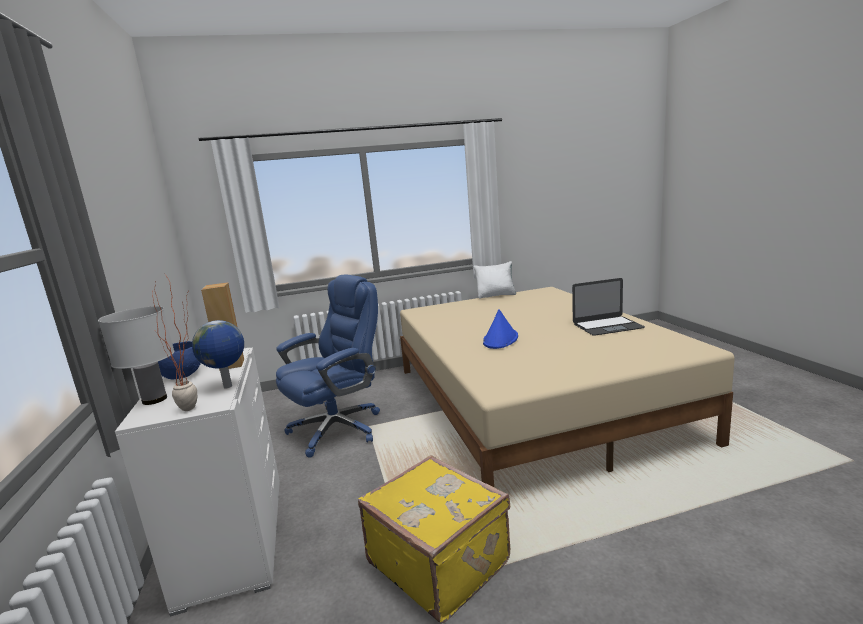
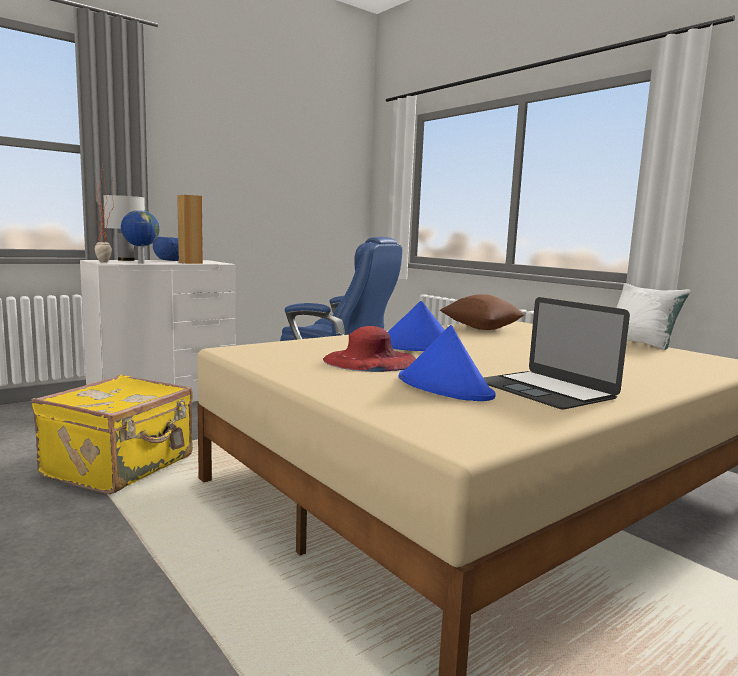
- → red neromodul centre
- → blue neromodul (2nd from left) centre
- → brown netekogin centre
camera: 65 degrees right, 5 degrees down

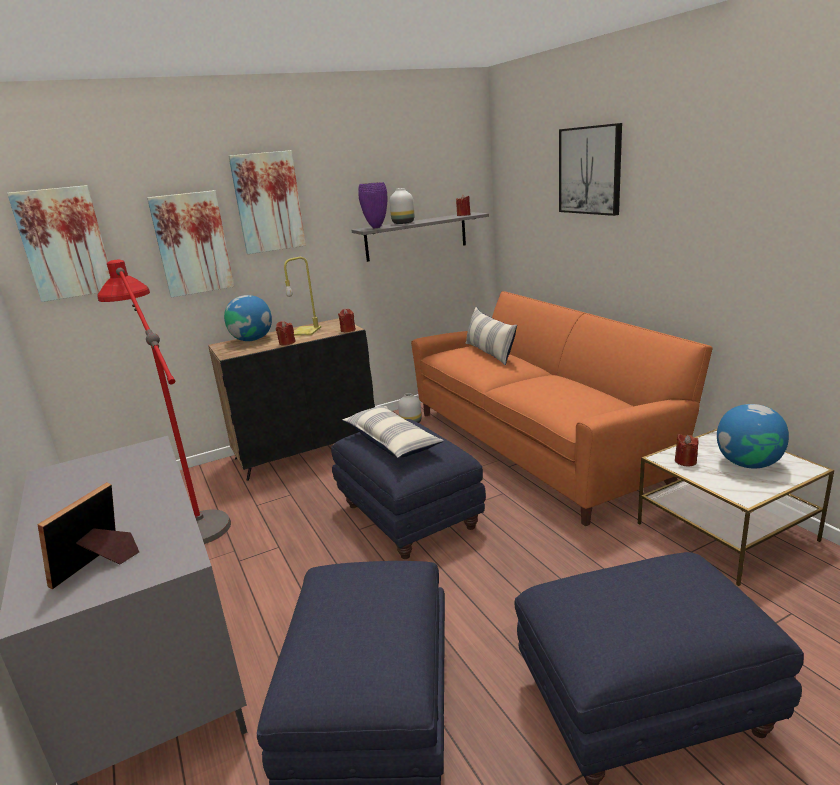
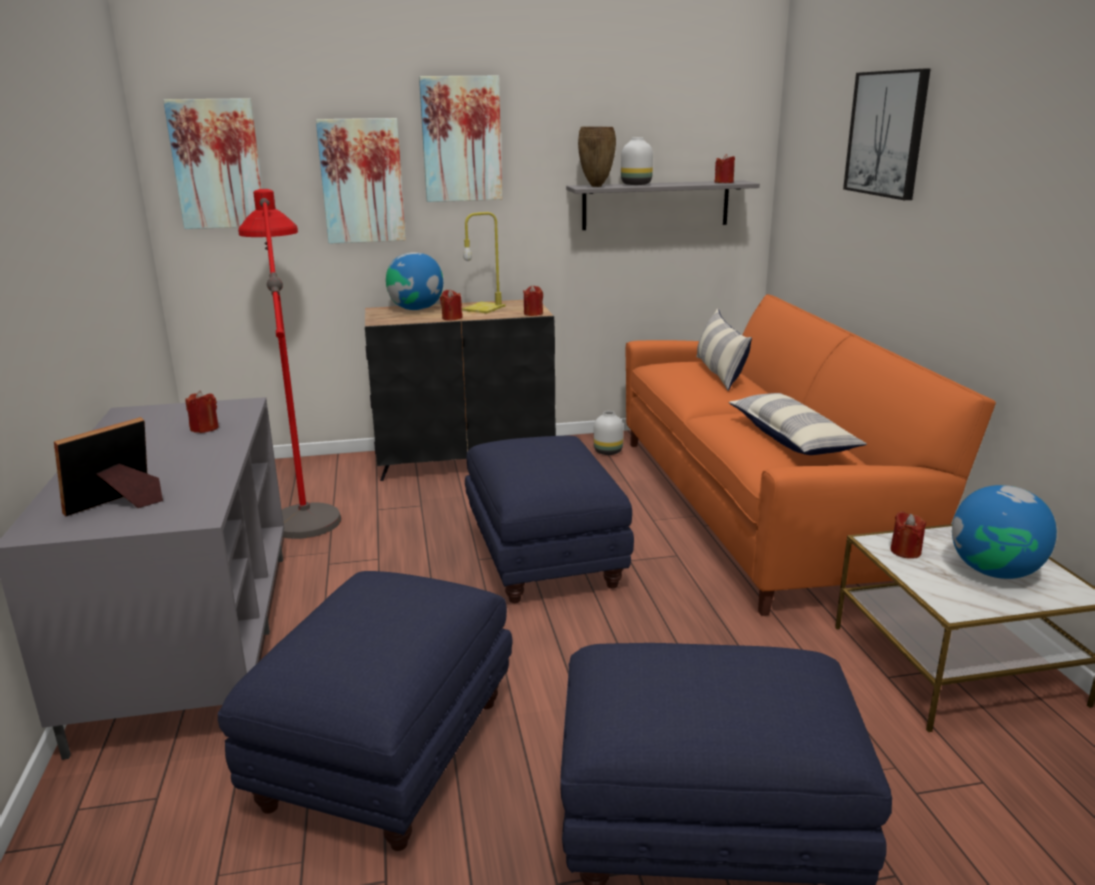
- → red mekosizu (1st from left) middle left
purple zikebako top centre → brown zikebako top centre
netekogin (1st from left in the first image) centre → netekogin (2nd from left) middle right, move
camera: 15 degrees right, 0 degrees up

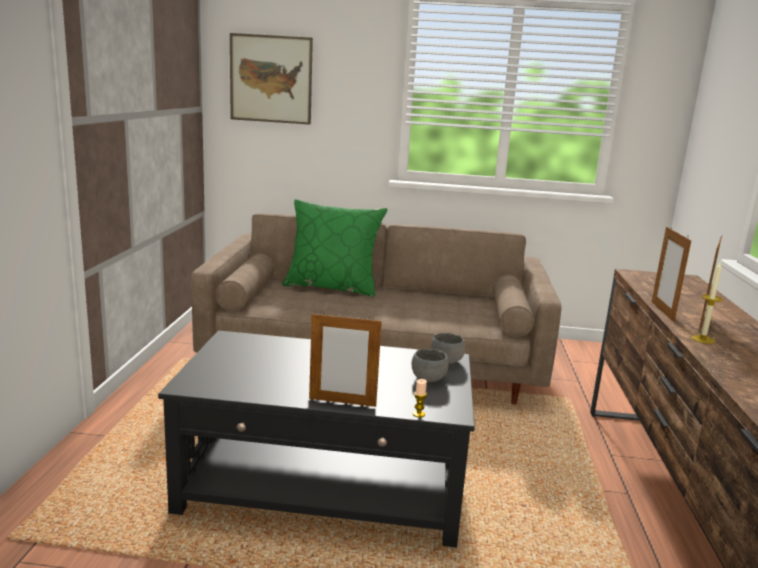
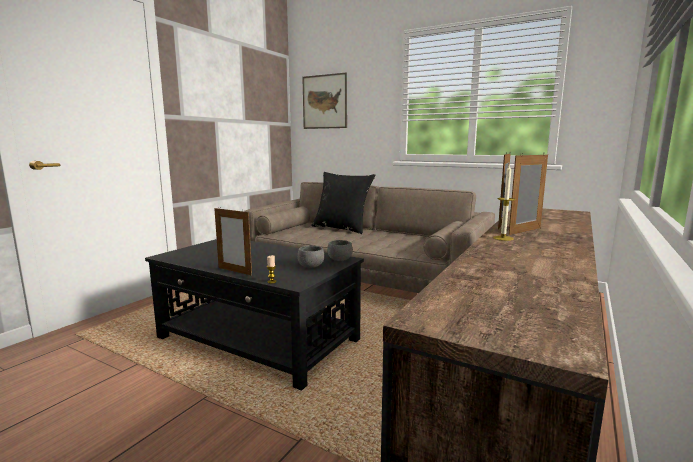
green netekogin centre → black netekogin centre
camera: 25 degrees right, 5 degrees down

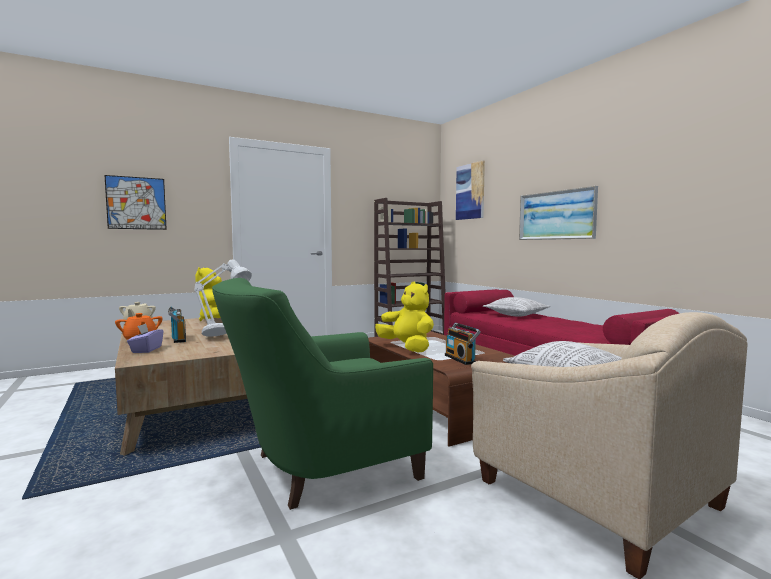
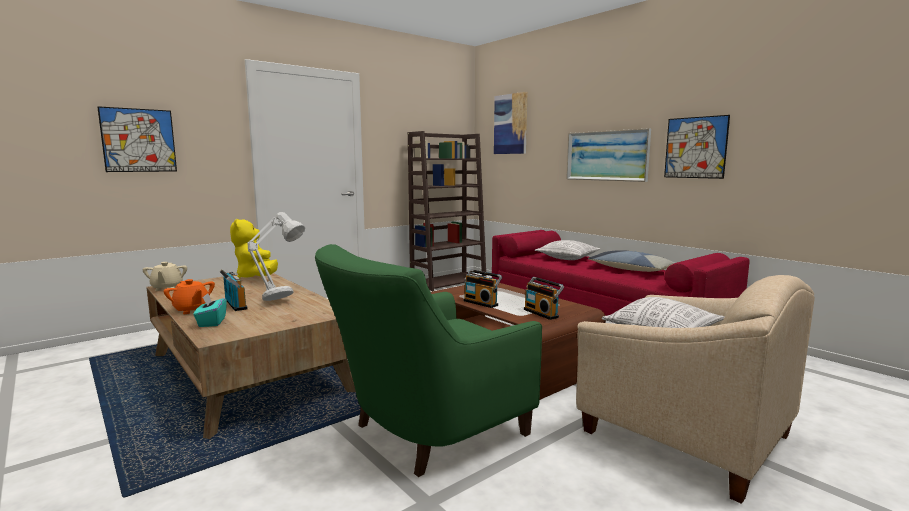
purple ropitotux middle left → turquoise ropitotux middle left
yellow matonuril (2nd from left) centre → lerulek (2nd from left) centre
- → netekogin (2nd from left) middle right
- → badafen (4th from left) top right
camera: 10 degrees left, 5 degrees up

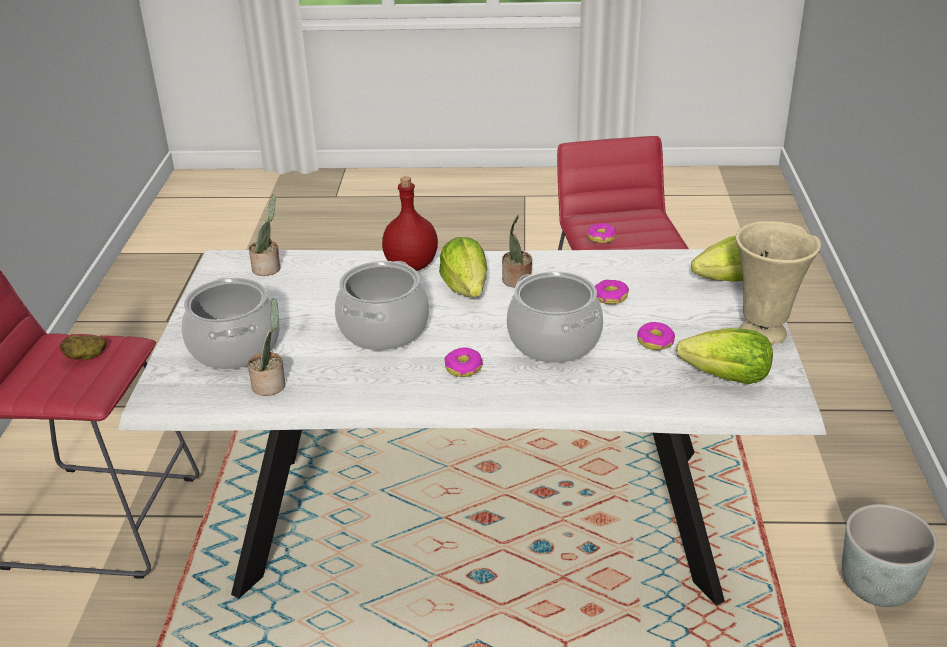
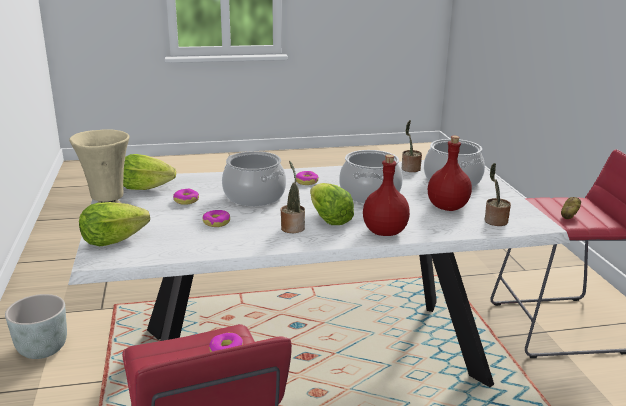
- → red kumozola (2nd from left) middle right
camera: 165 degrees right, 10 degrees down

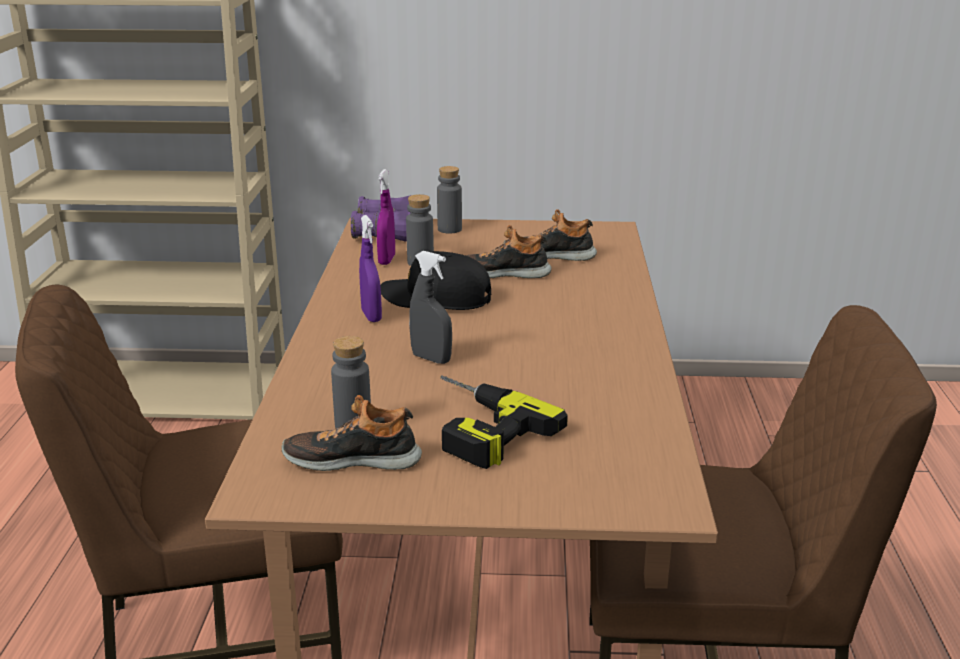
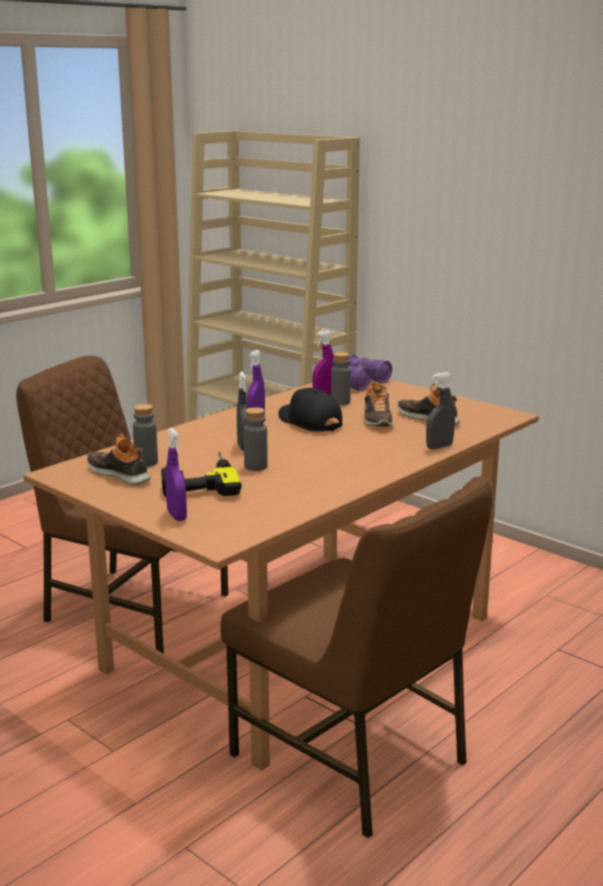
- → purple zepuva (1st from left) middle left
grey kumozola (3rd from left in the first image) top centre → grey kumozola (2nd from left) centre, move
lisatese (2nd from left) centre, 135 degrees counterclockwise
- → grey zepuva (2nd from left) middle right
camera: 40 degrees right, 5 degrees down

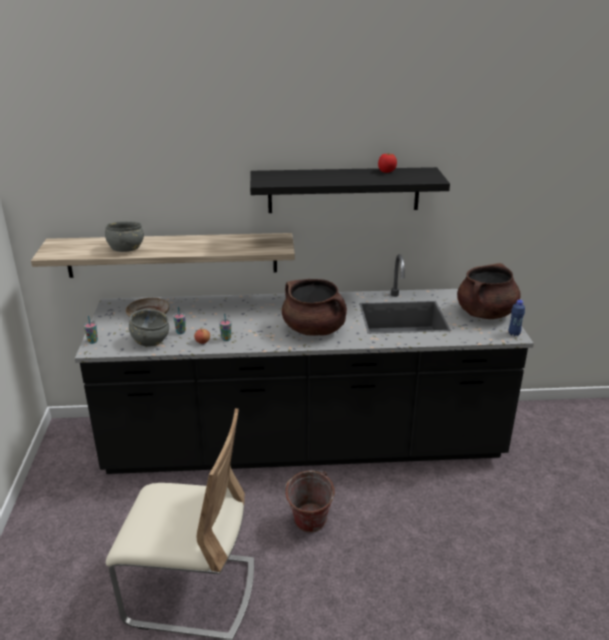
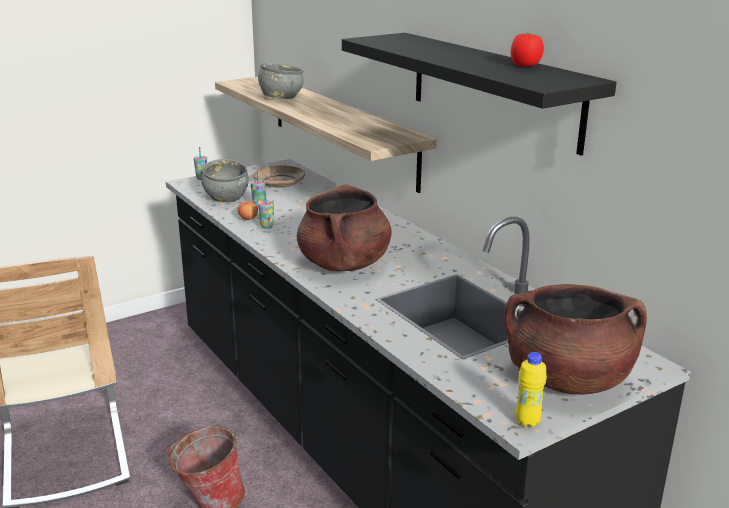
blue kumozola middle right → yellow kumozola bottom right
camera: 60 degrees right, 5 degrees down

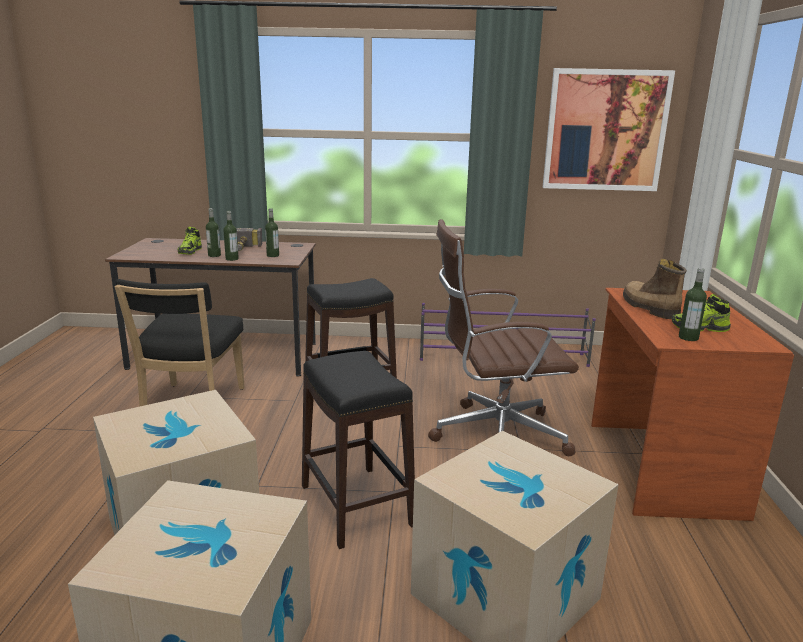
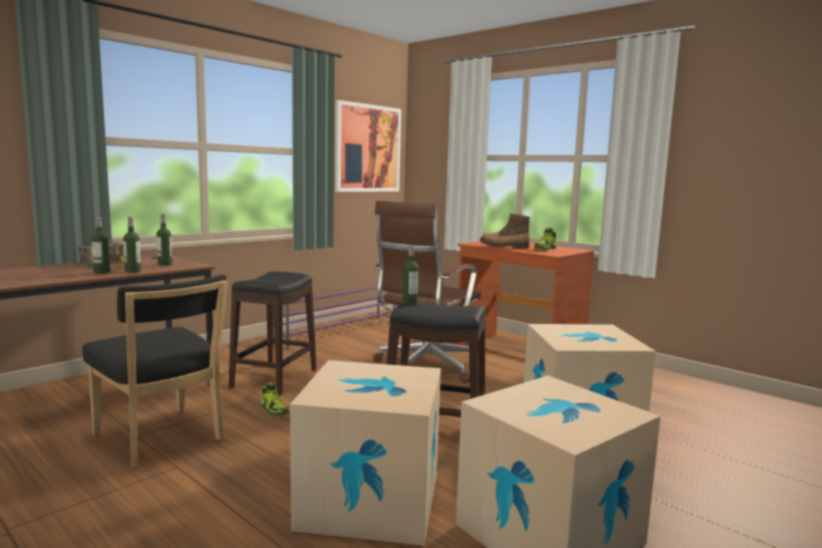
lisatese (1st from left) middle left → lisatese (1st from left) bottom centre, move
kumozola (4th from left) middle right → kumozola (4th from left) centre, move
camera: 50 degrees left, 10 degrees down

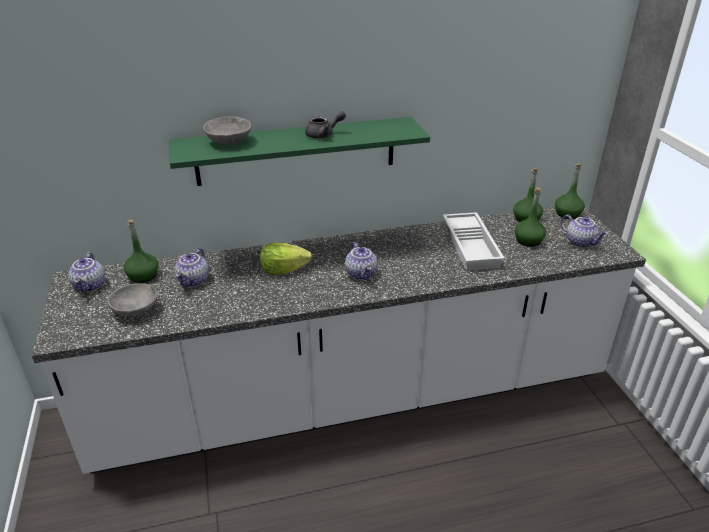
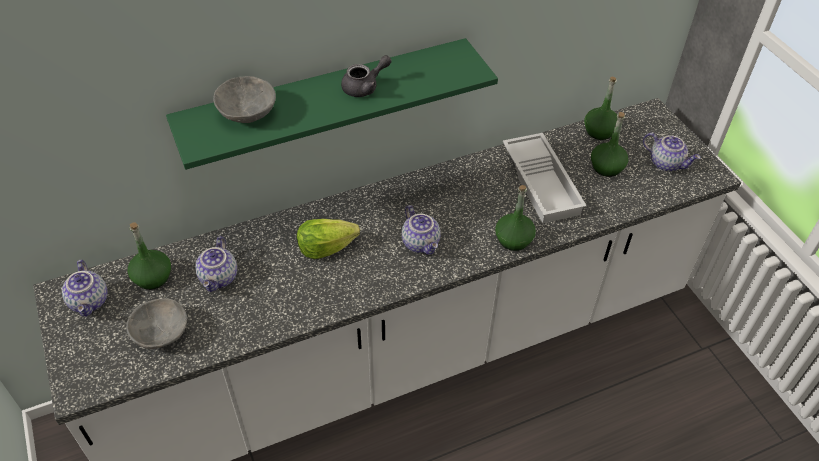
green kumozola (4th from left in the first image) middle right → green kumozola (2nd from left) centre, move
camera: 10 degrees left, 15 degrees up

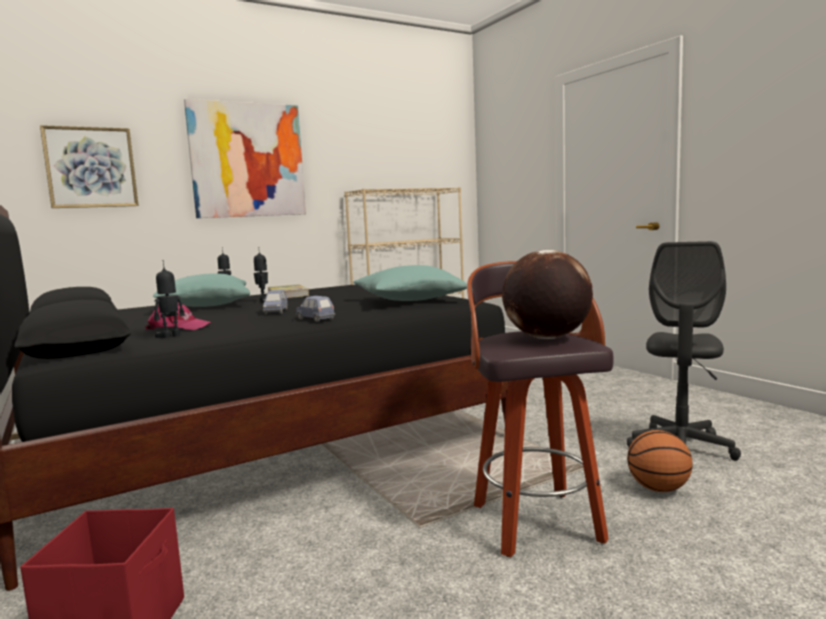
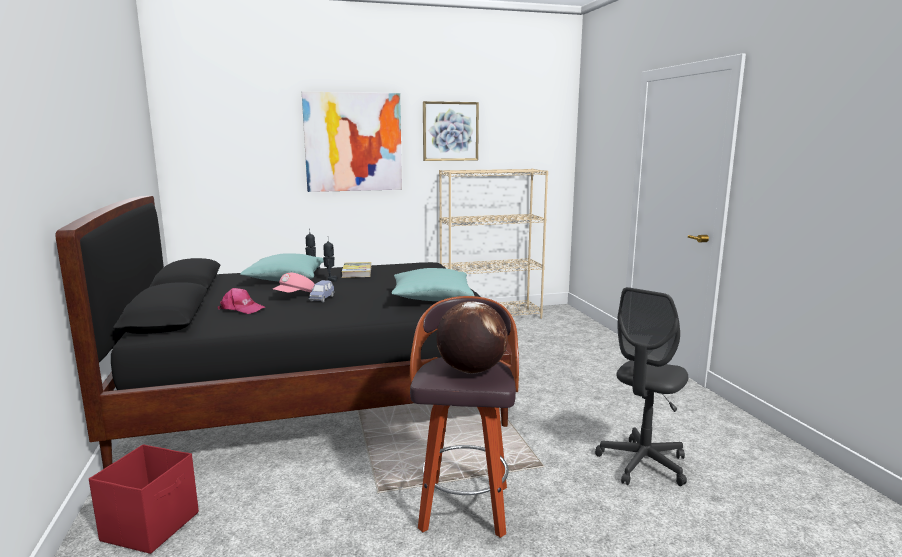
- → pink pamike (2nd from left) middle left
badafen (1st from left in the first image) top left → badafen (2nd from left) top centre, move
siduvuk (1st from left) middle left → -
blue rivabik (2nd from left) centre → -
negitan bottom right → -
camera: 15 degrees right, 5 degrees up

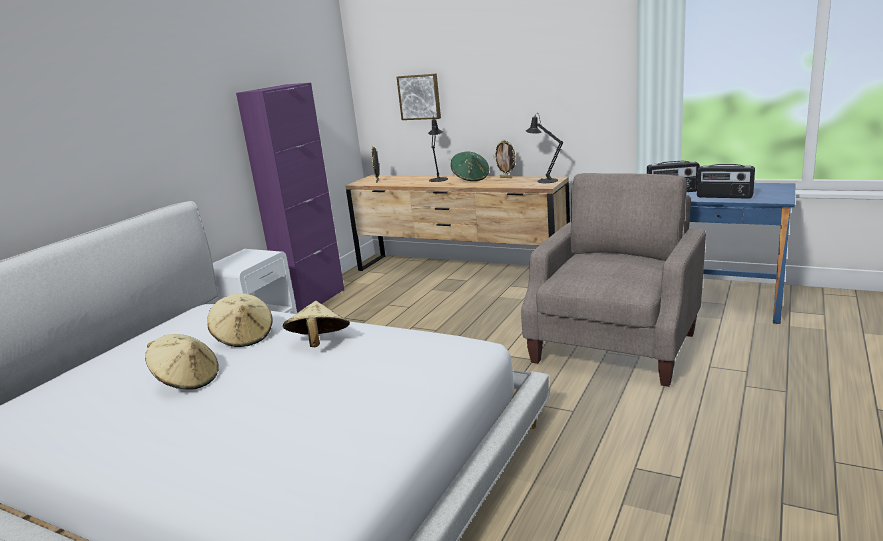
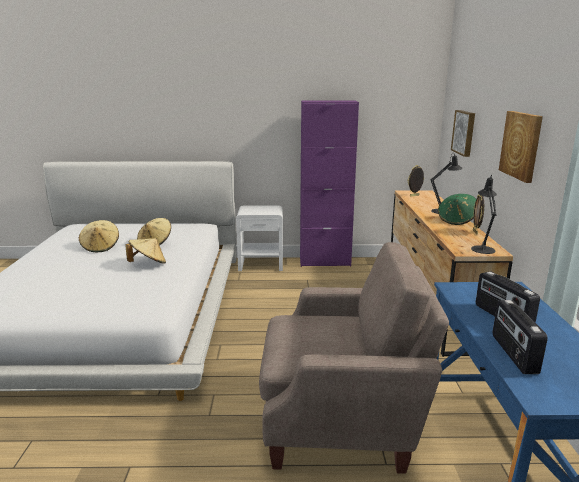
- → badafen (2nd from left) top right
camera: 60 degrees right, 0 degrees up

